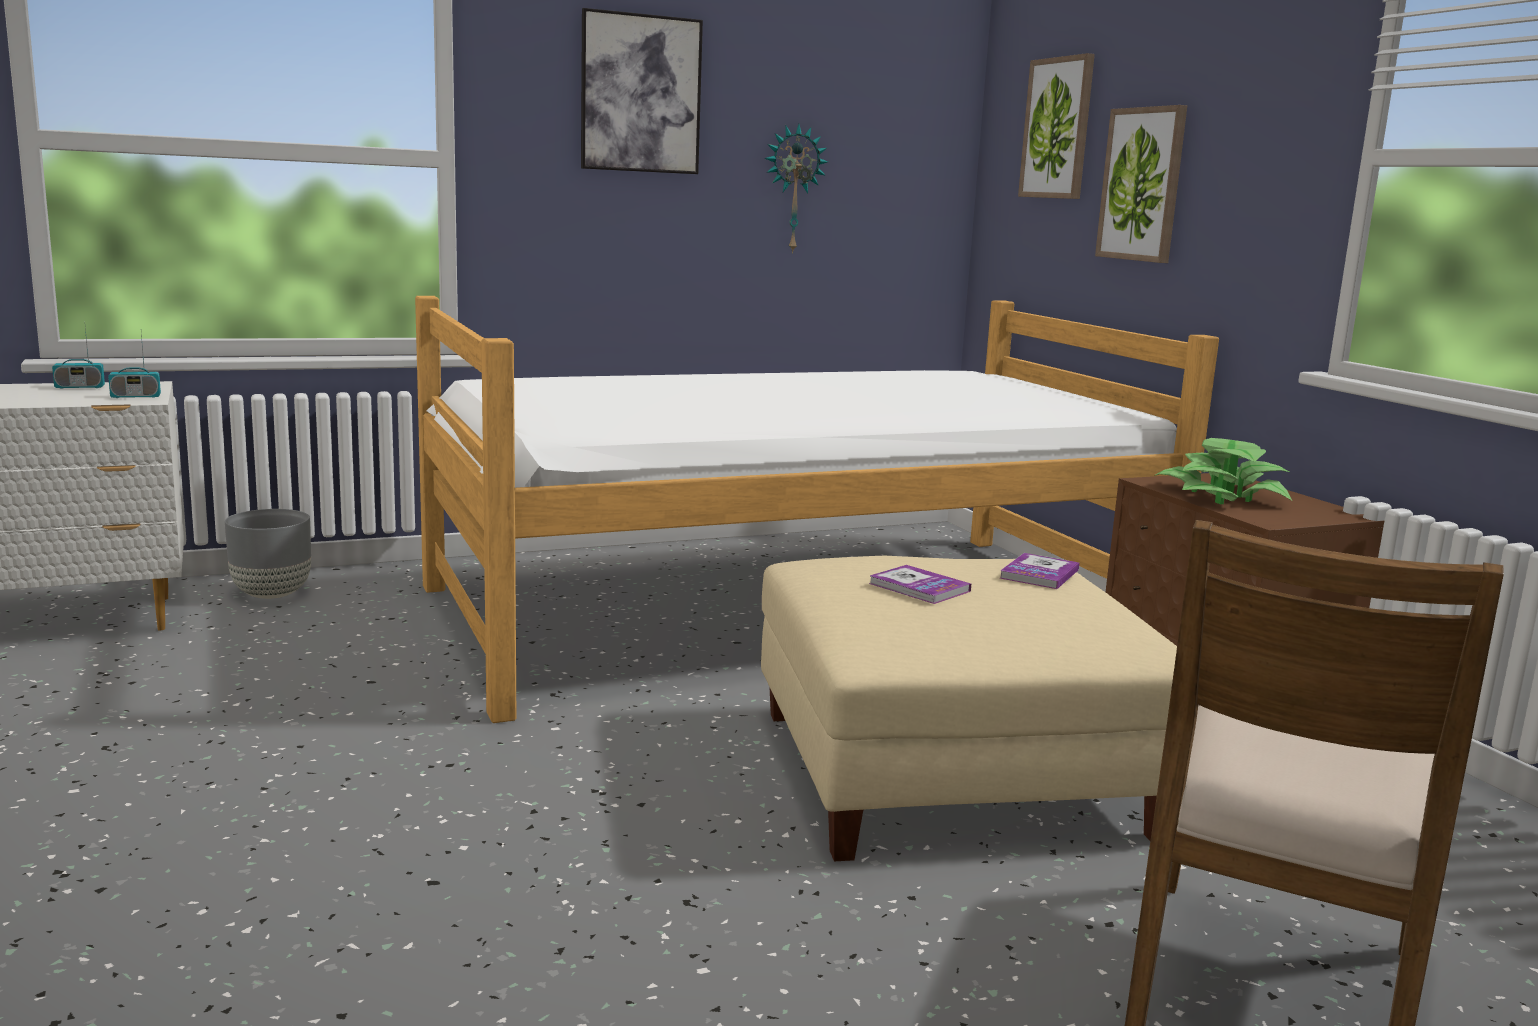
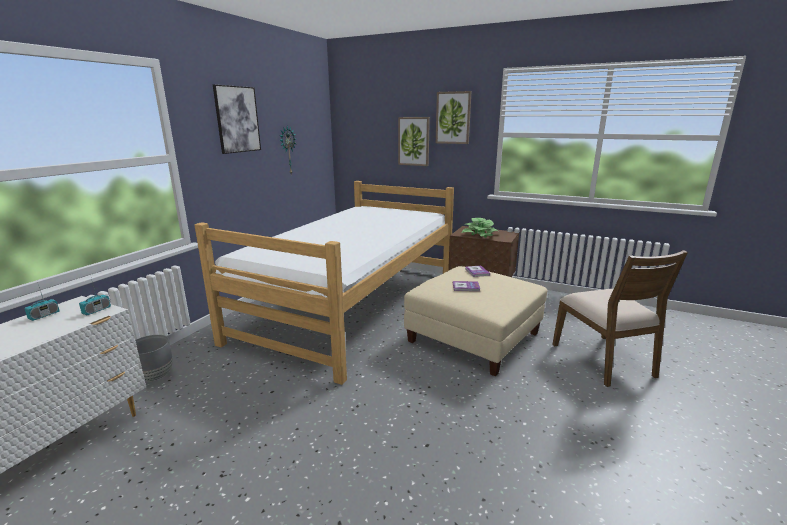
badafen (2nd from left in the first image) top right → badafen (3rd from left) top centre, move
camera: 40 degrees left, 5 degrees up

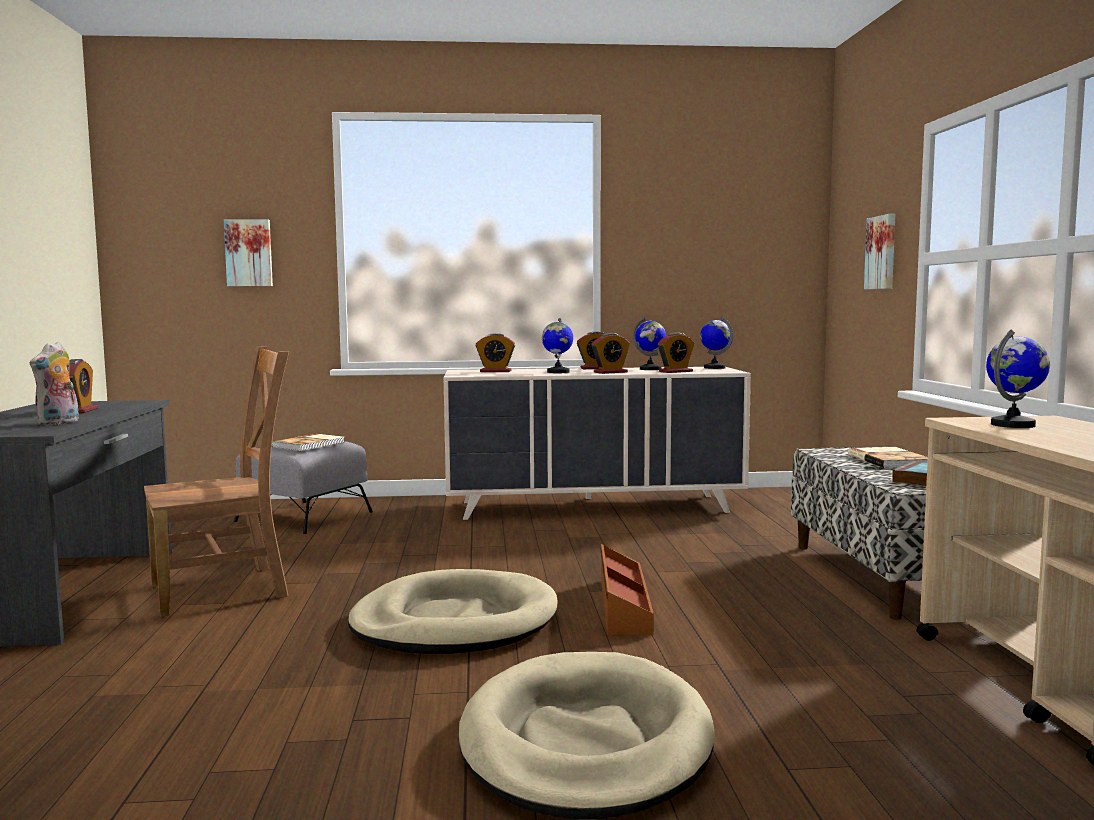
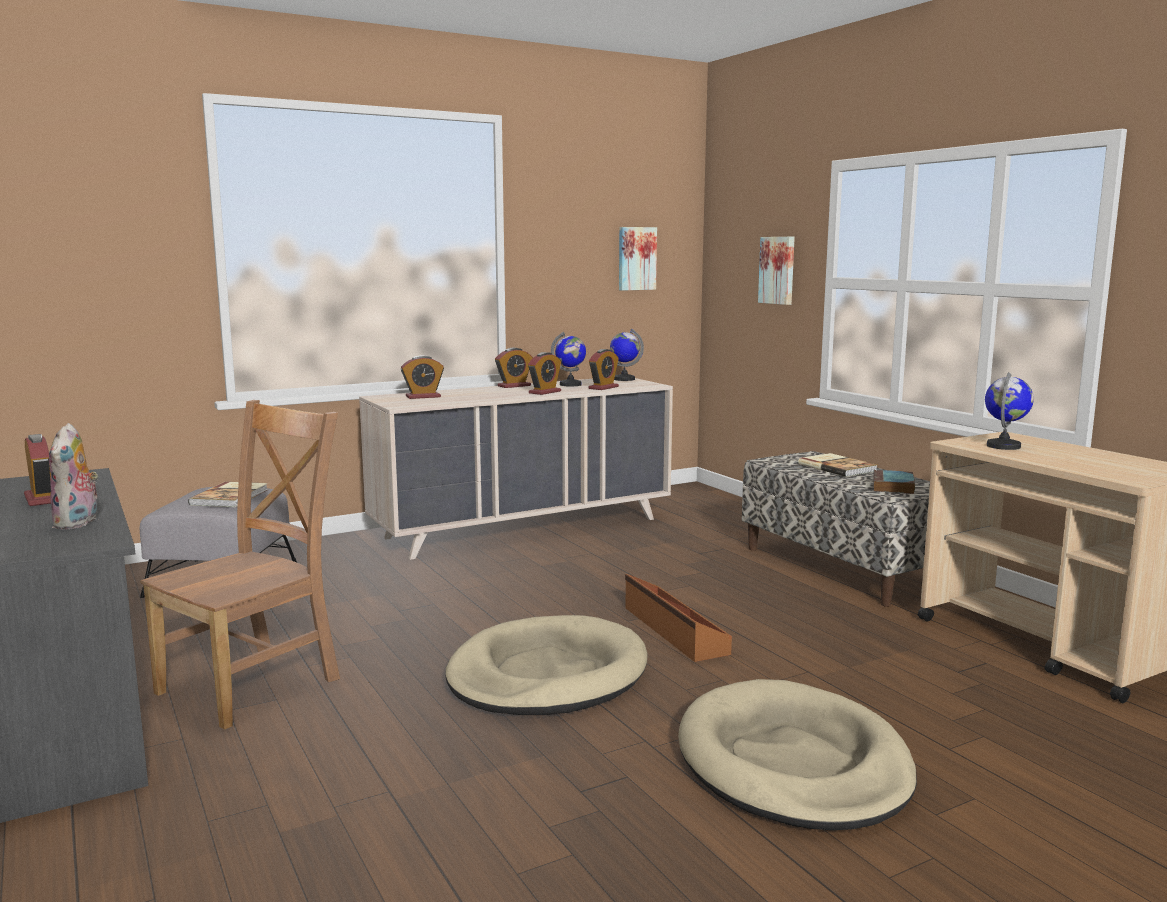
badafen (1st from left) top left → badafen (1st from left) top centre, move
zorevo (1st from left) centre → -
camera: 25 degrees left, 5 degrees up

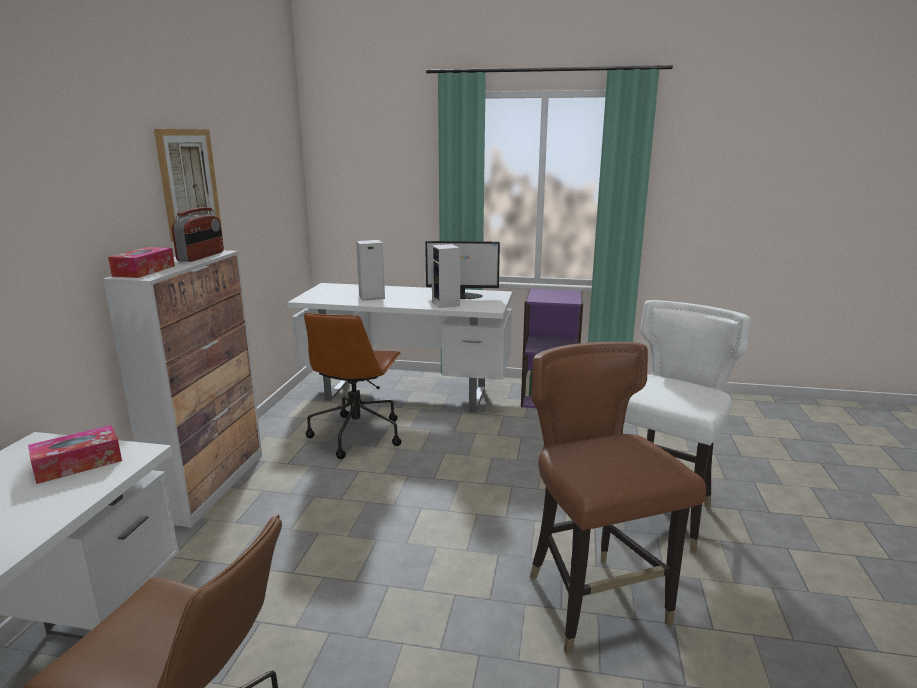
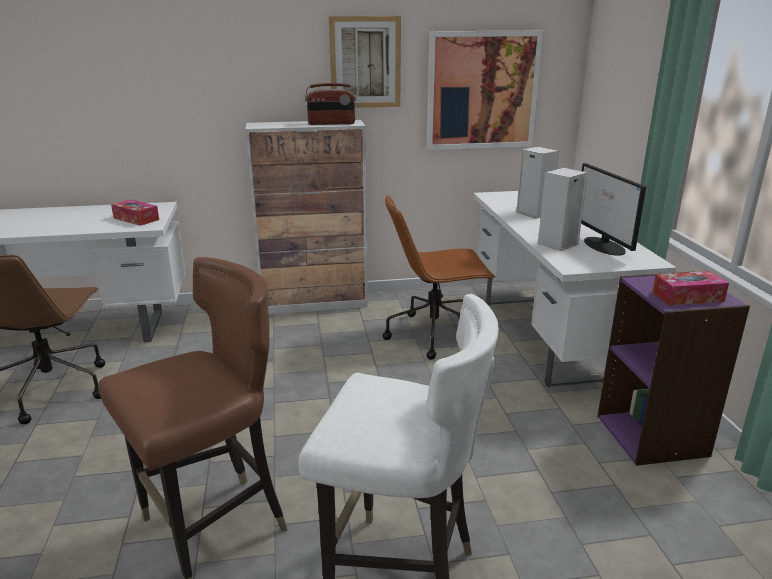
- → badafen (2nd from left) top centre
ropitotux (2nd from left) middle left → ropitotux (2nd from left) middle right, move
camera: 70 degrees right, 5 degrees up

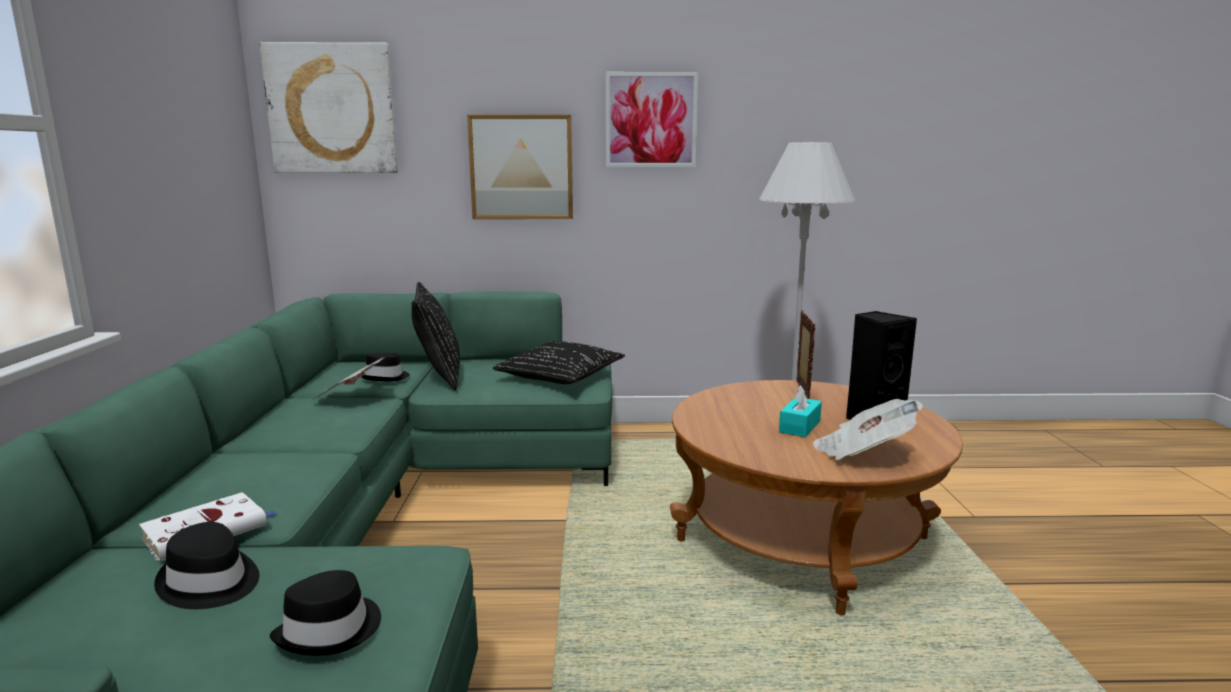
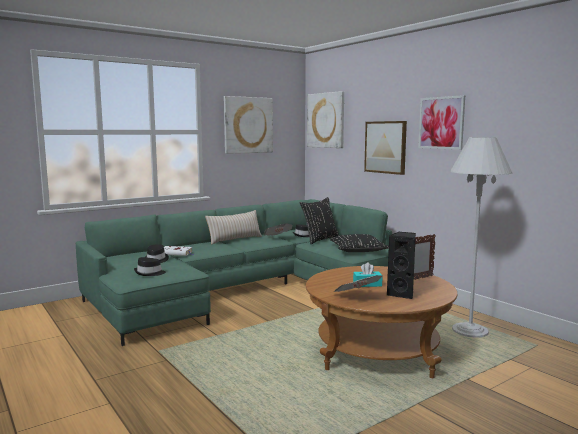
- → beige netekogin centre
- → badafen (1st from left) top centre
camera: 55 degrees right, 5 degrees down

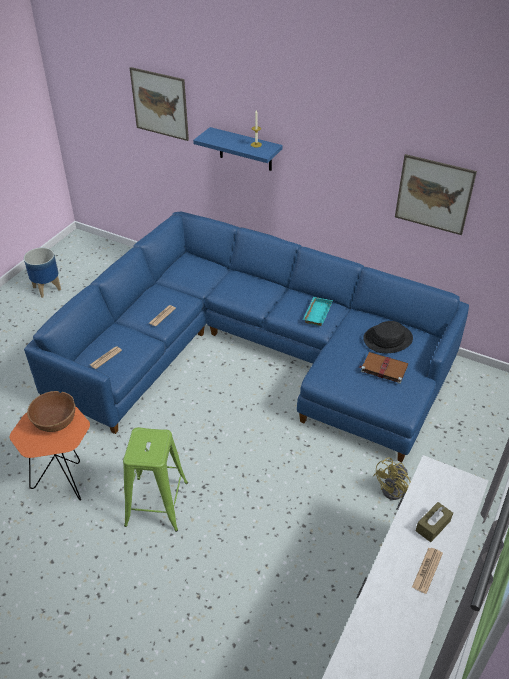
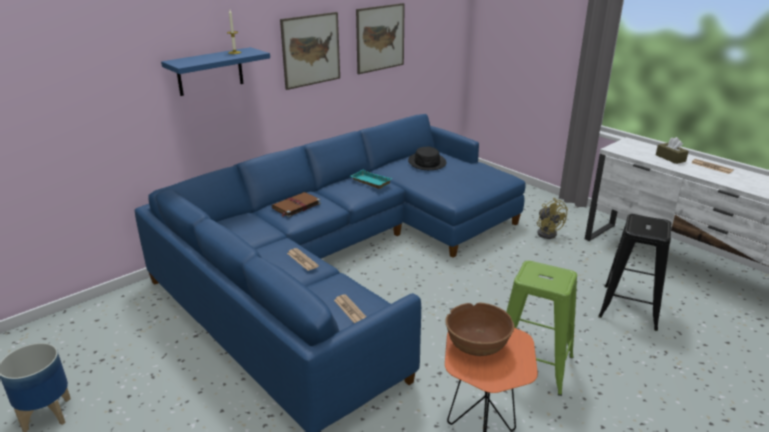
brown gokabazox middle right → brown gokabazox centre, move
badafen (1st from left) top left → badafen (1st from left) top centre, move
- → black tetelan middle right
camera: 70 degrees left, 15 degrees down

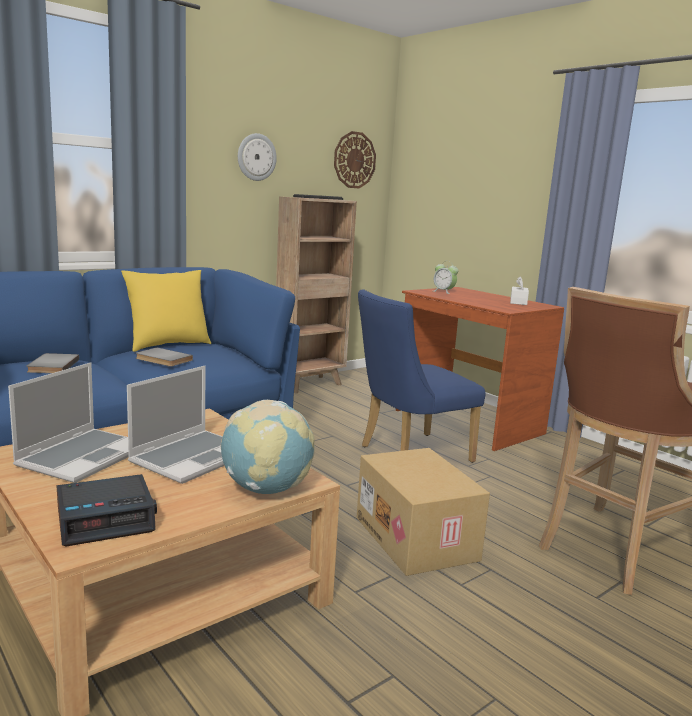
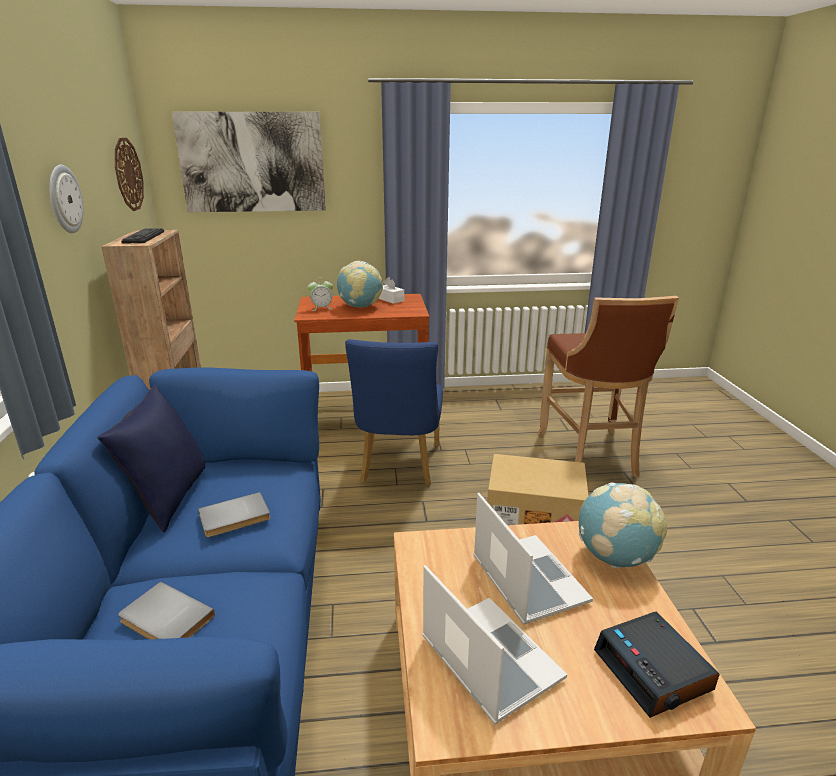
yellow netekogin middle left → blue netekogin middle left
- → badafen top left
- → zorevo (1st from left) centre
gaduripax (1st from left in the first image) bottom left → gaduripax (2nd from left) bottom right, 150 degrees clockwise
camera: 55 degrees left, 10 degrees up

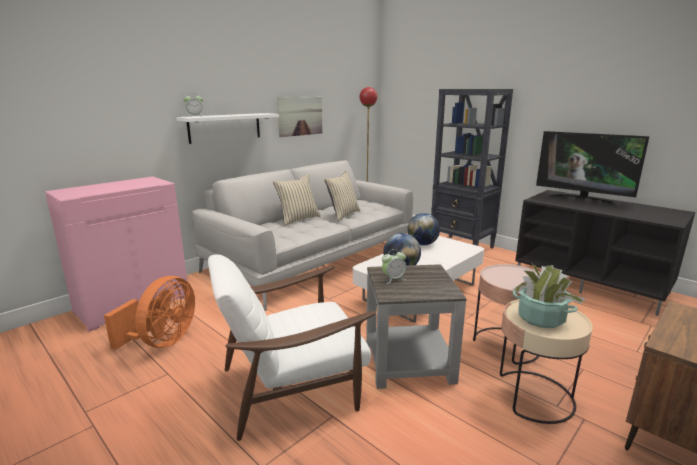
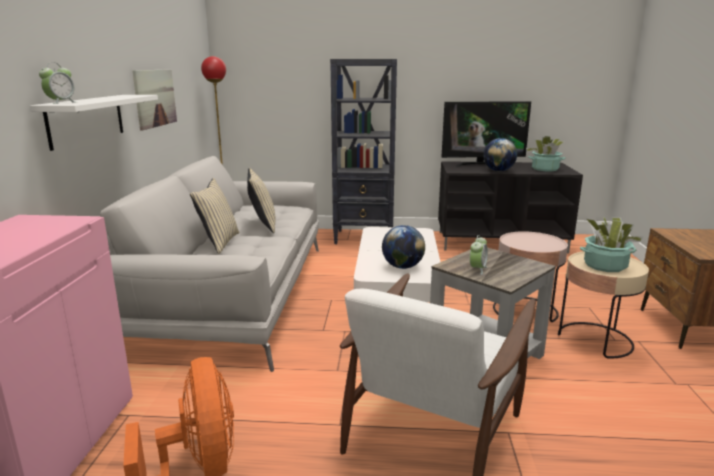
zorevo (2nd from left) centre → zorevo (2nd from left) top right, move
- → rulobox (1st from left) top right
camera: 40 degrees left, 0 degrees up

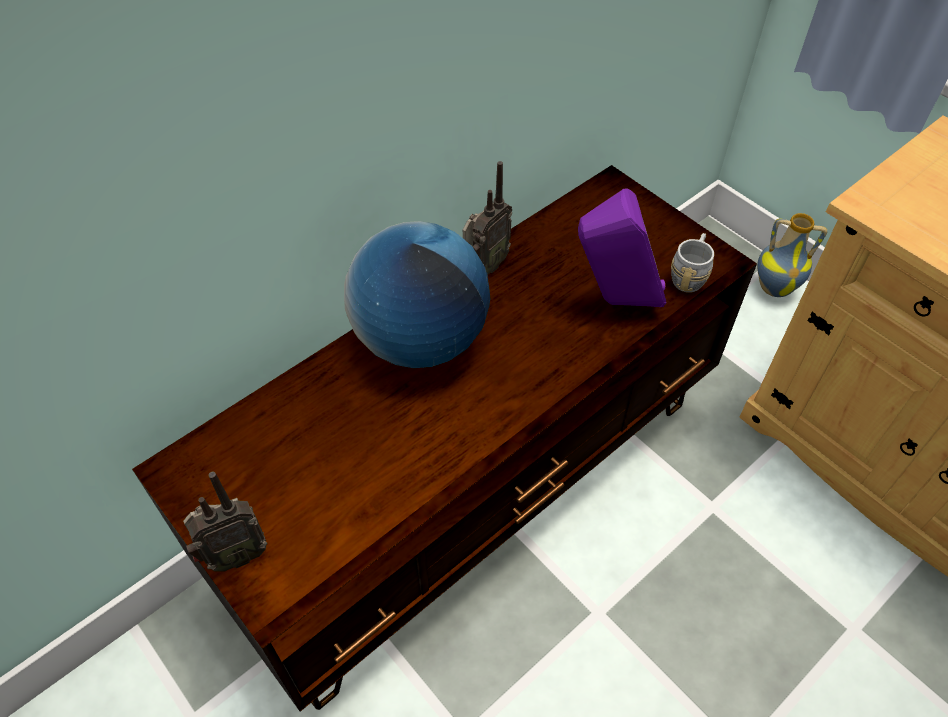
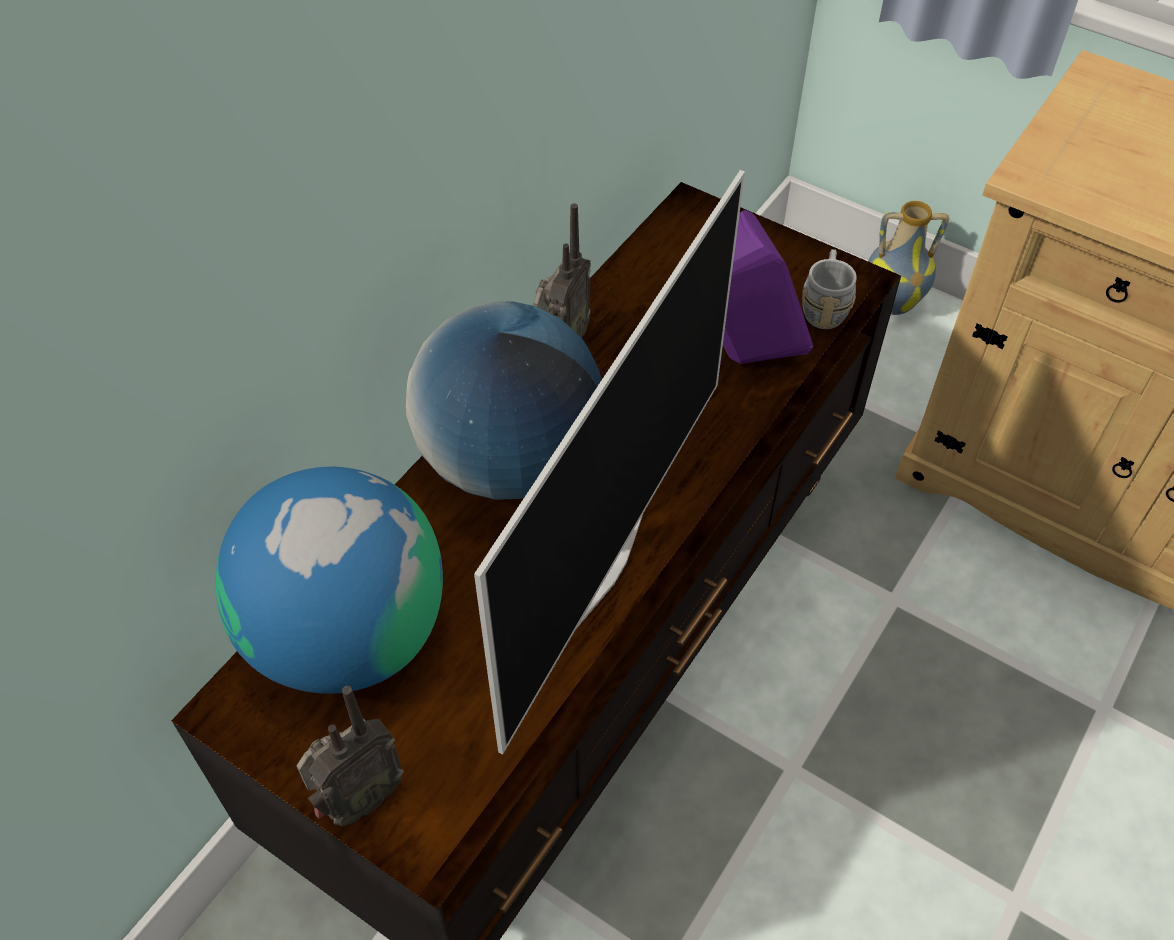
- → zorevo (1st from left) middle left
- → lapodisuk centre
camera: 15 degrees left, 0 degrees up

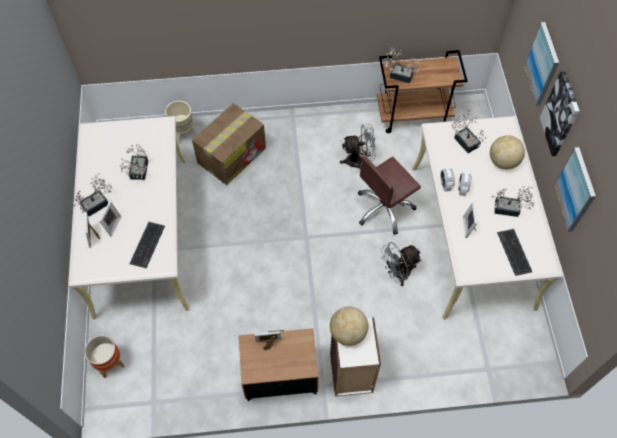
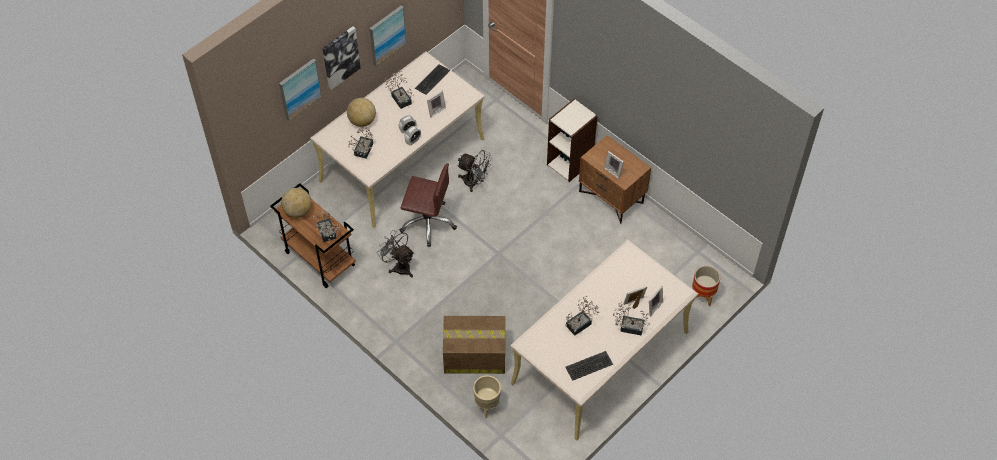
zorevo (1st from left) bottom centre → zorevo (1st from left) middle left, move
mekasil (1st from left in the first image) middle left → mekasil (2nd from left) bottom centre, move
camera: 130 degrees left, 5 degrees down

